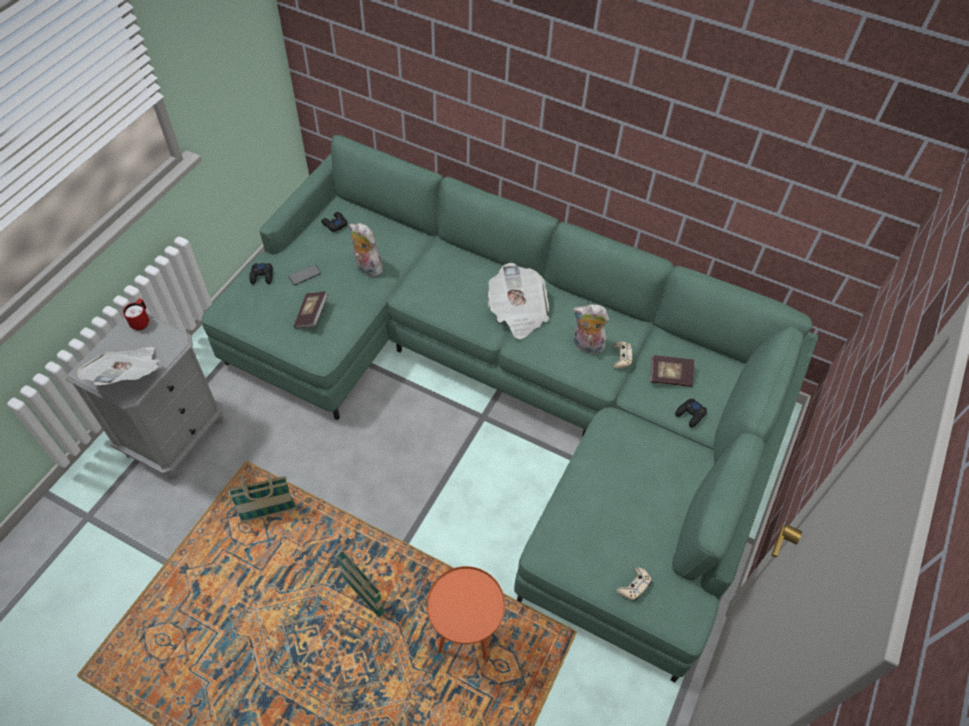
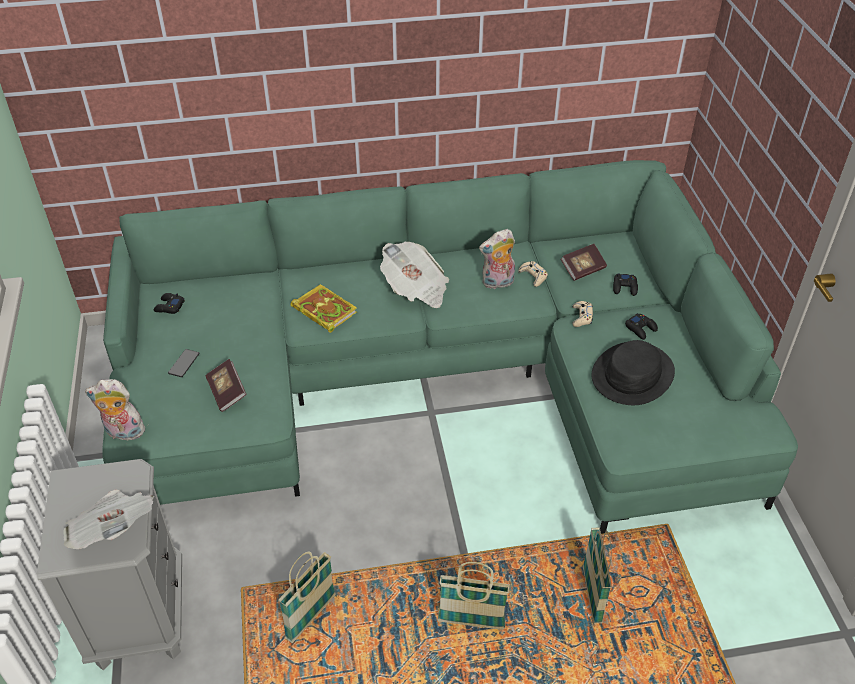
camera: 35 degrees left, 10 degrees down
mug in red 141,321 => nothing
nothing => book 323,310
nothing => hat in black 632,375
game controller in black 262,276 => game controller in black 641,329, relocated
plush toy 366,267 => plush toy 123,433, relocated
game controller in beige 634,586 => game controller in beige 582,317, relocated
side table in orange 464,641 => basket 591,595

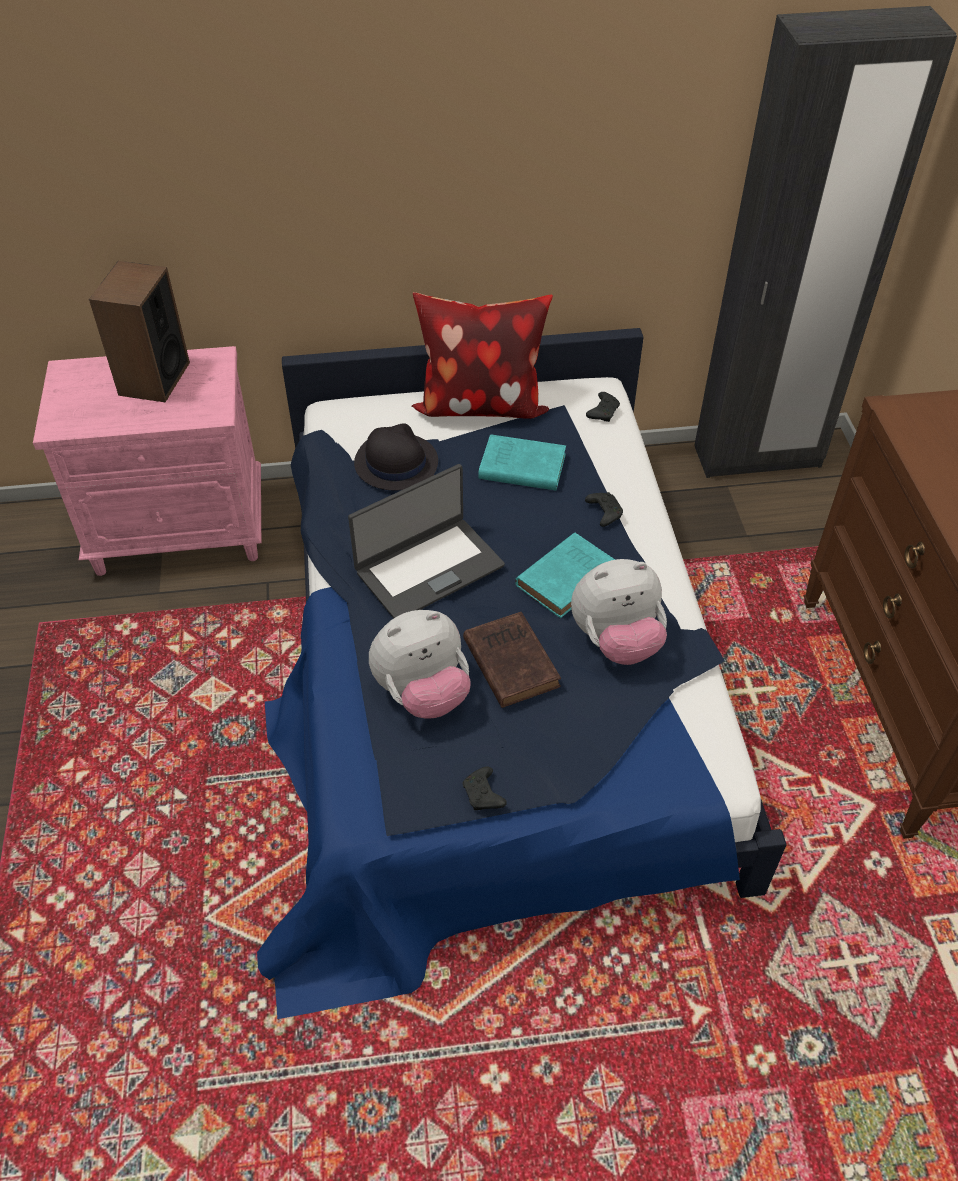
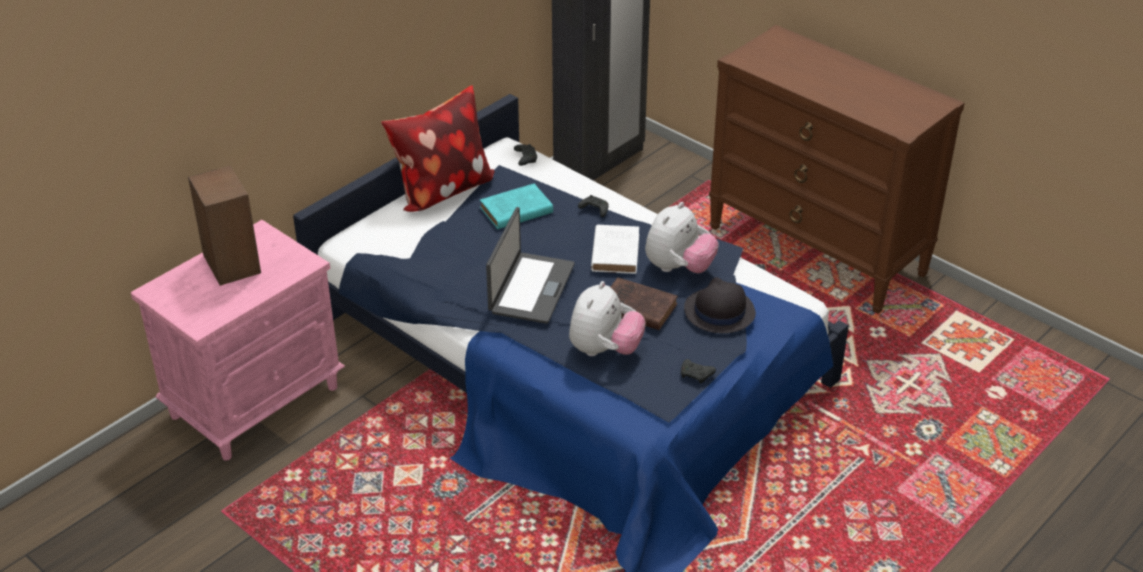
camera: 40 degrees left, 10 degrees down
hat in black 395,462 => hat in black 719,311, relocated
book in turquoise 568,577 => book in white 615,251

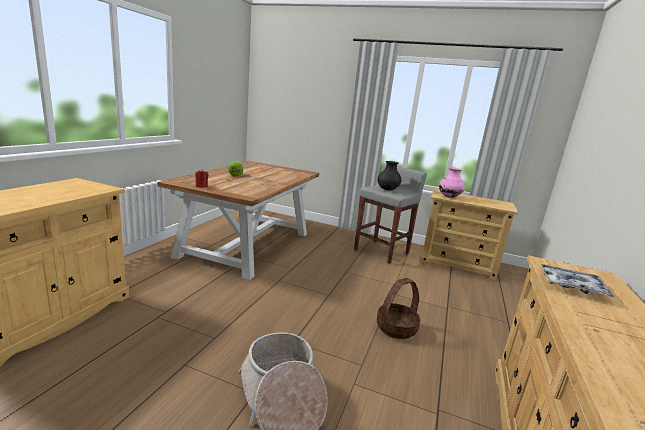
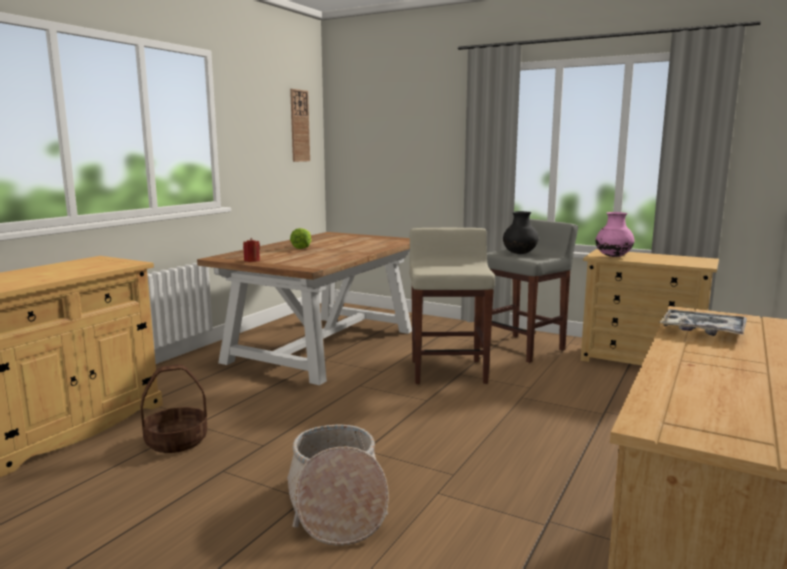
camera: 10 degrees right, 5 degrees down
nothing => wall clock 299,126
nothing => stool in beige 448,371
basket 396,328 => basket 177,441, relocated

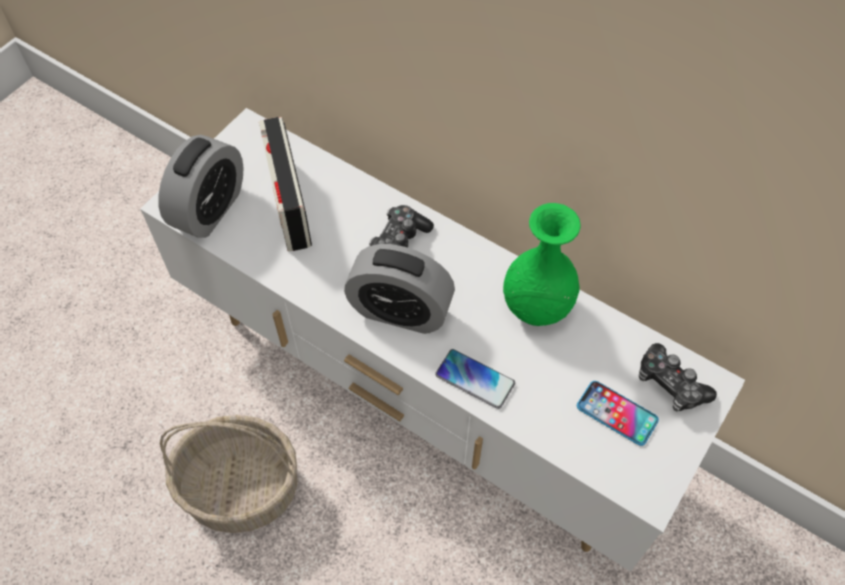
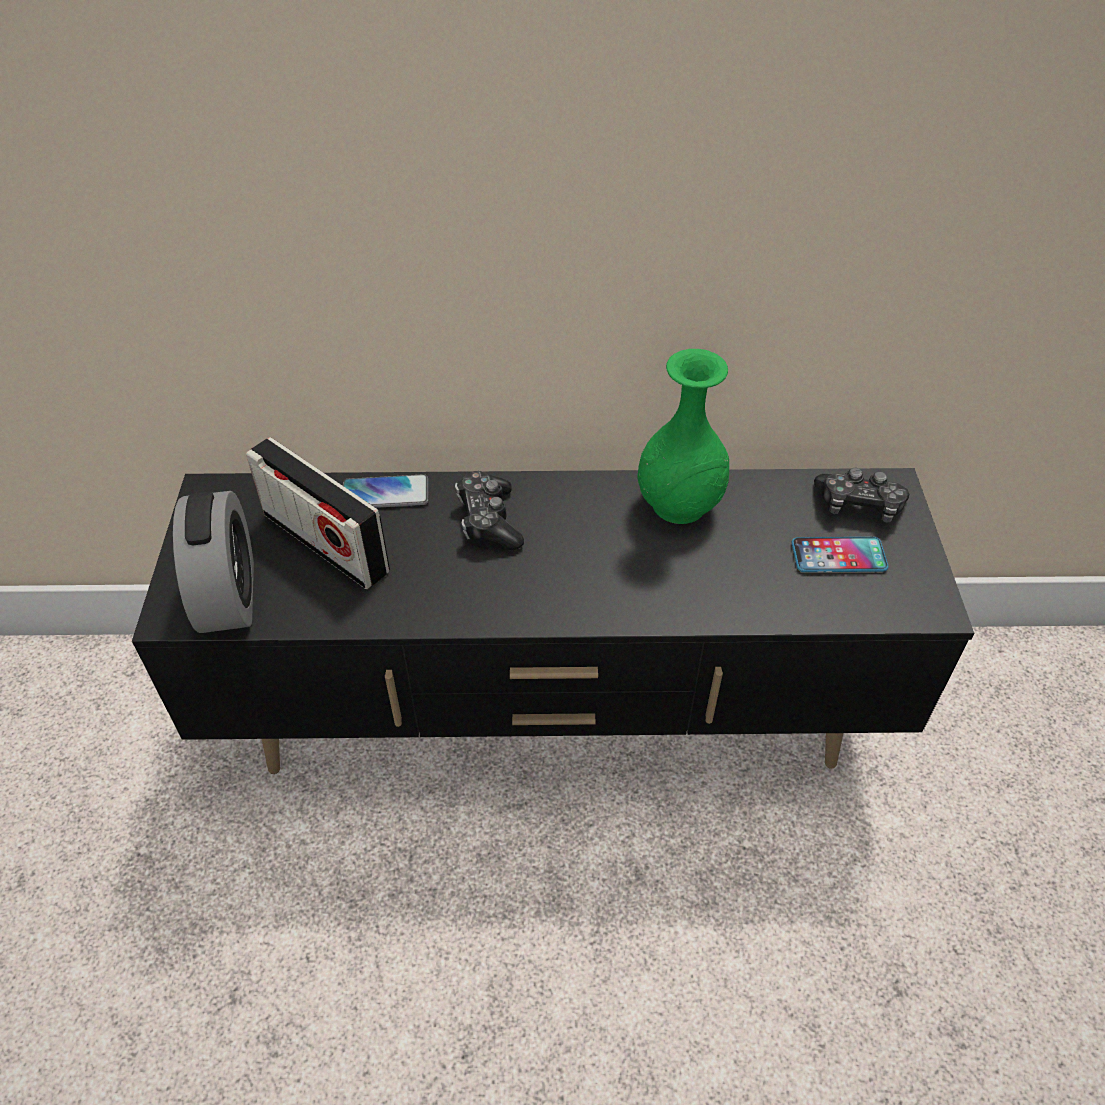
camera: 35 degrees left, 10 degrees down
basket 240,489 => nothing
alarm clock 400,311 => nothing
phone 475,379 => phone 385,493, relocated
tv stand in white 424,395 => tv stand in black 554,718

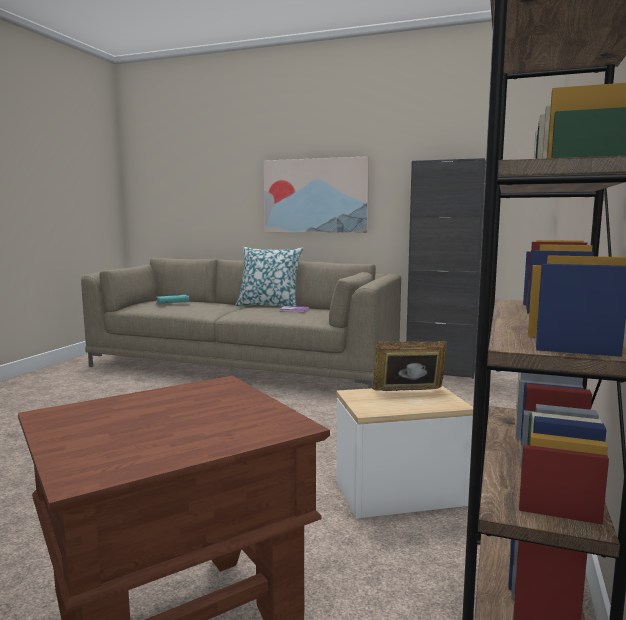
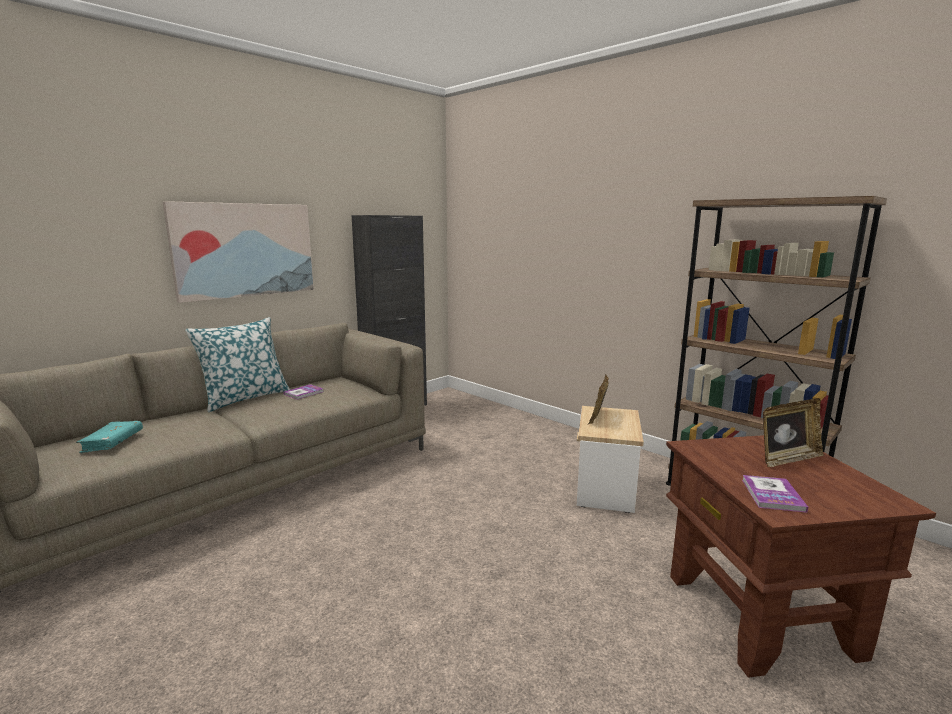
camera: 65 degrees left, 5 degrees up
nothing => book 772,495
nothing => picture frame 787,459

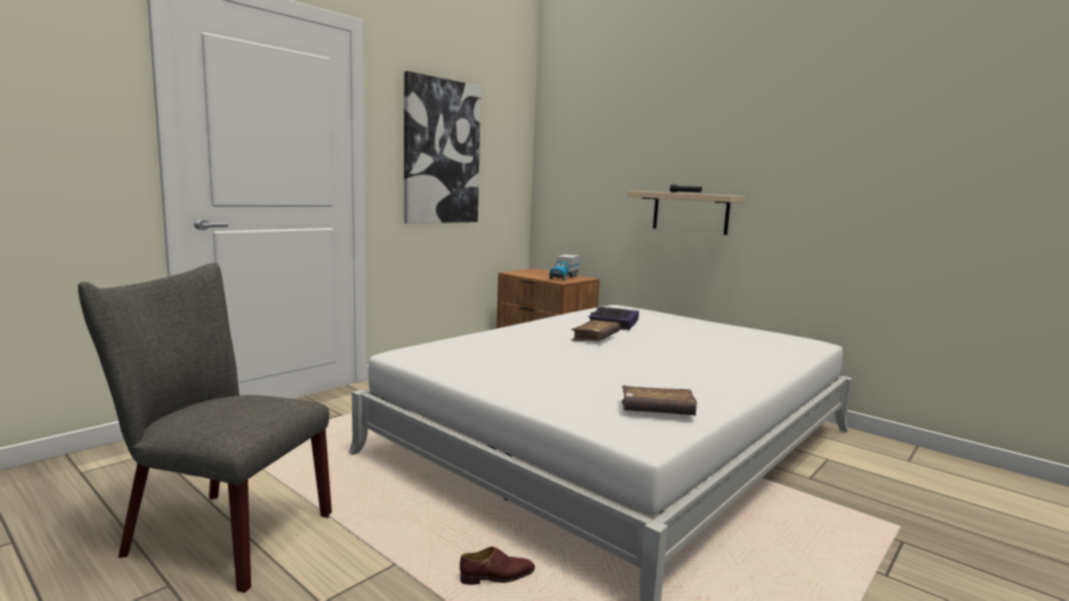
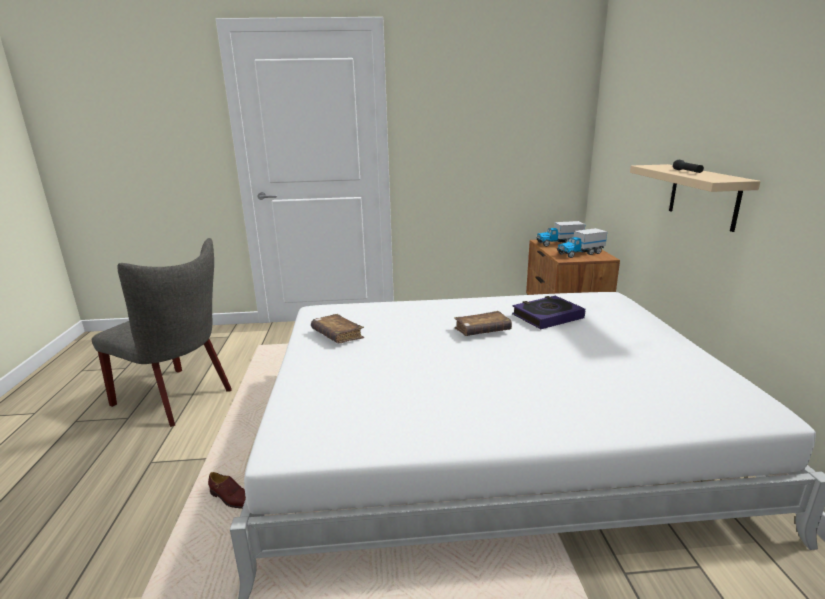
camera: 45 degrees right, 10 degrees up
picture 441,152 => nothing
nothing => toy truck 559,243
book in brown 657,411 => book in brown 337,335, relocated
chair in grey 218,533 => chair in grey 179,398, 150 degrees clockwise

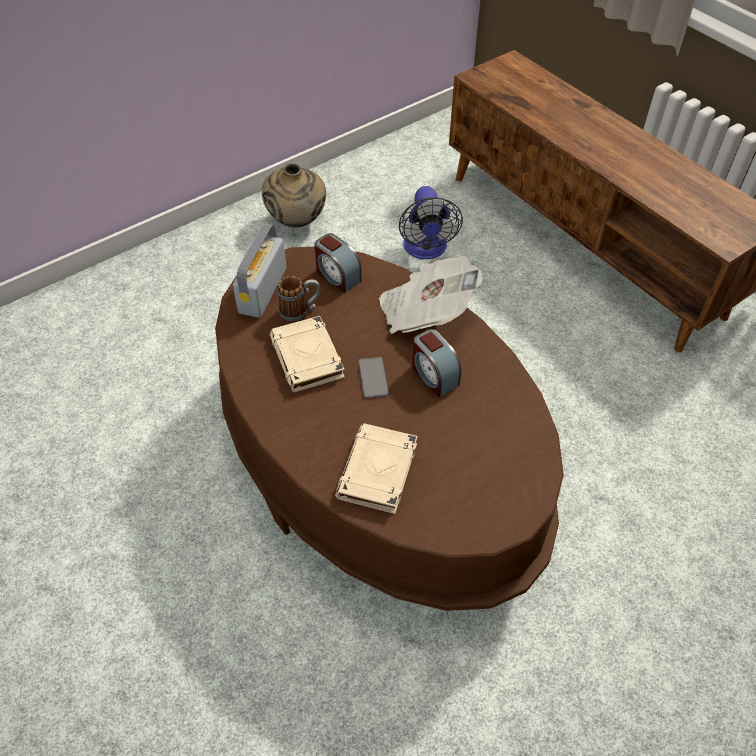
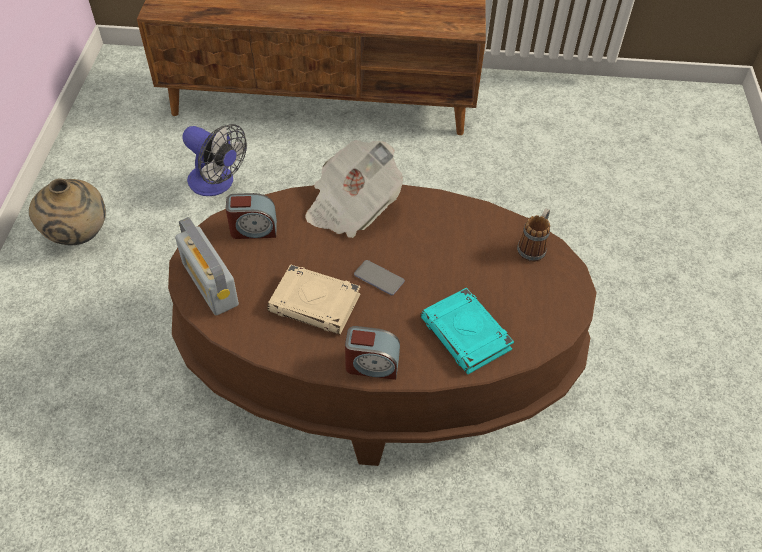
camera: 50 degrees left, 0 degrees up
mug 300,312 => mug 533,247, relocated
alarm clock 434,375 => alarm clock 372,365, relocated
book in beige 377,472 => book in turquoise 466,335

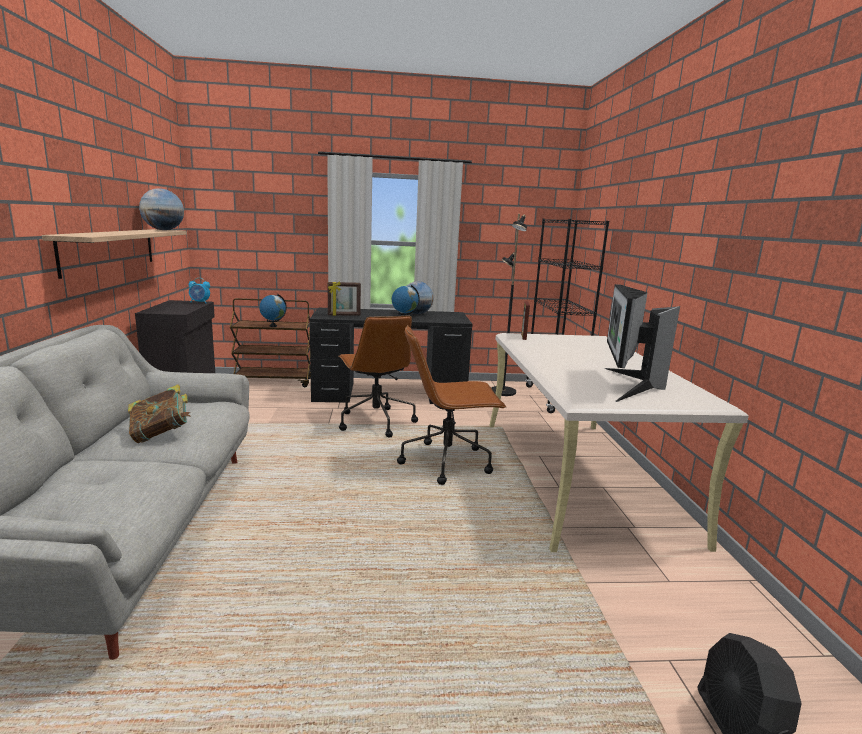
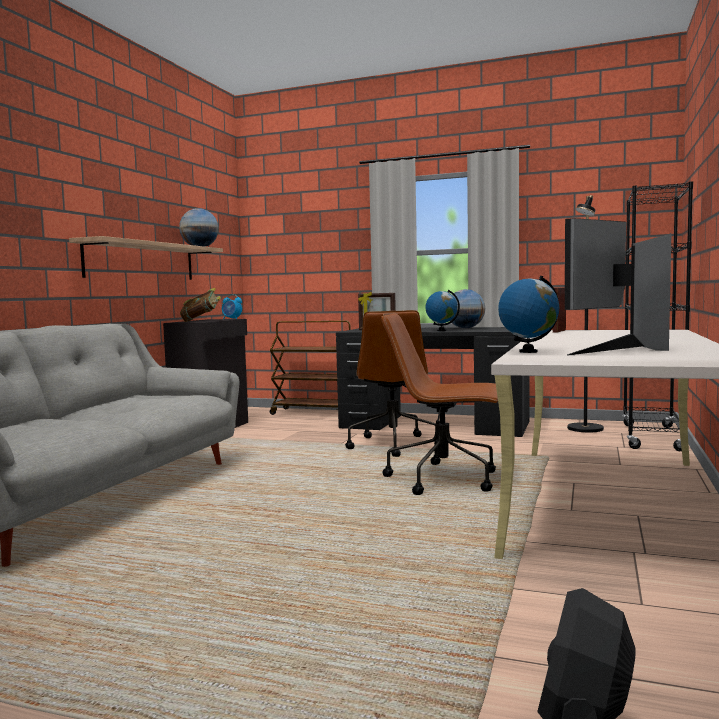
camera: 25 degrees right, 10 degrees down
book 161,435 => book 201,321, relocated
globe 273,326 => globe 528,351, relocated

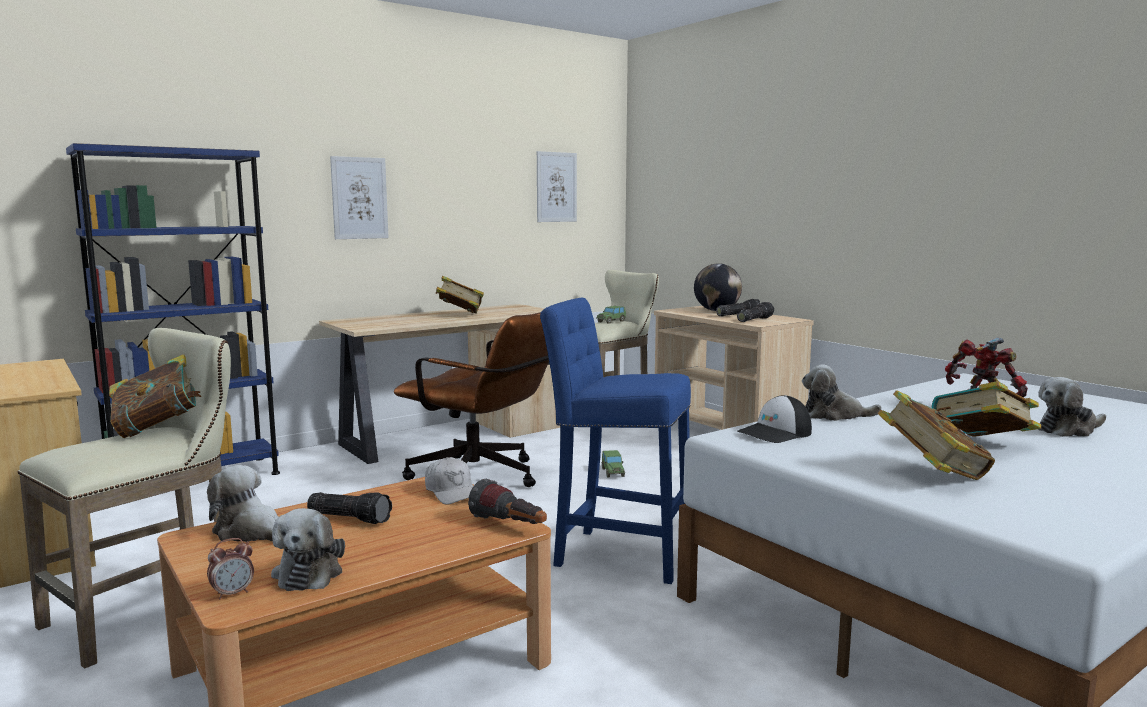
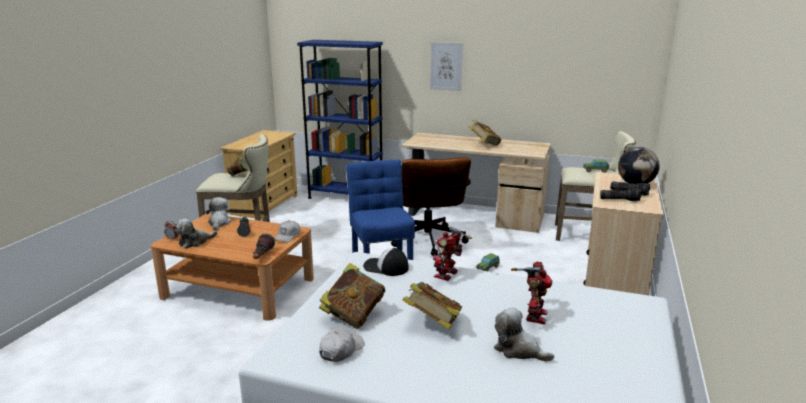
camera: 55 degrees right, 10 degrees up
picture 556,187 => nothing
nothing => cap in white 341,350
plush toy 834,415 => toy robot 447,275

